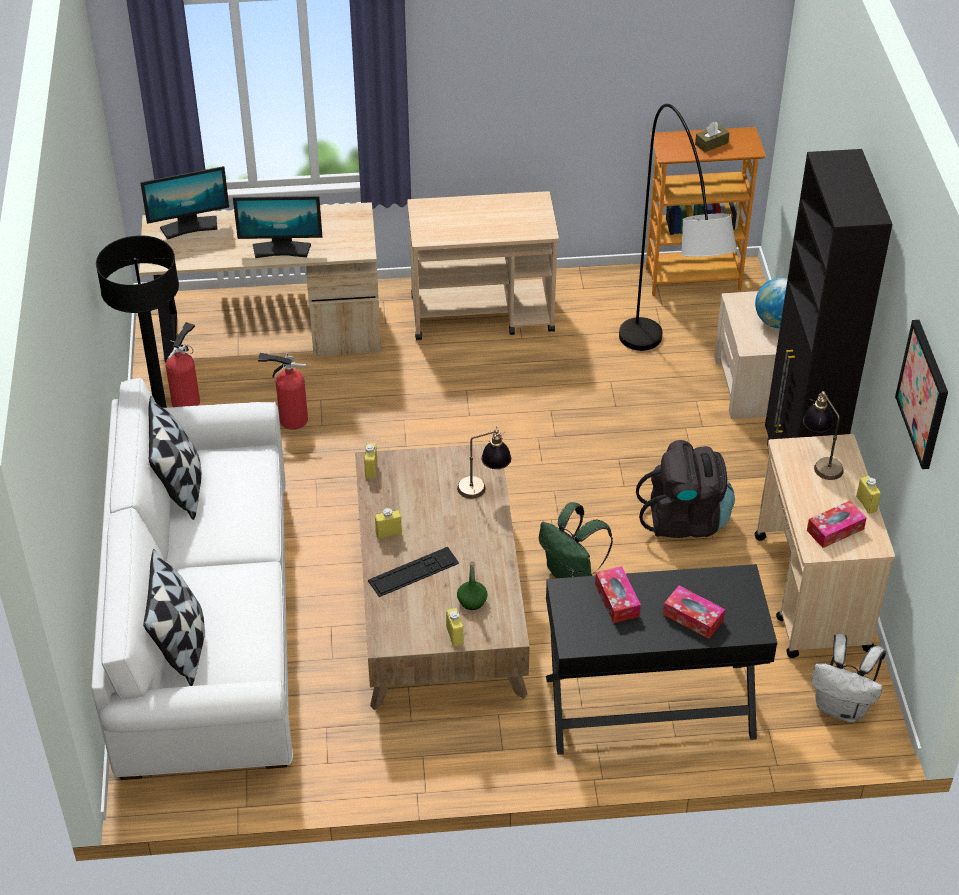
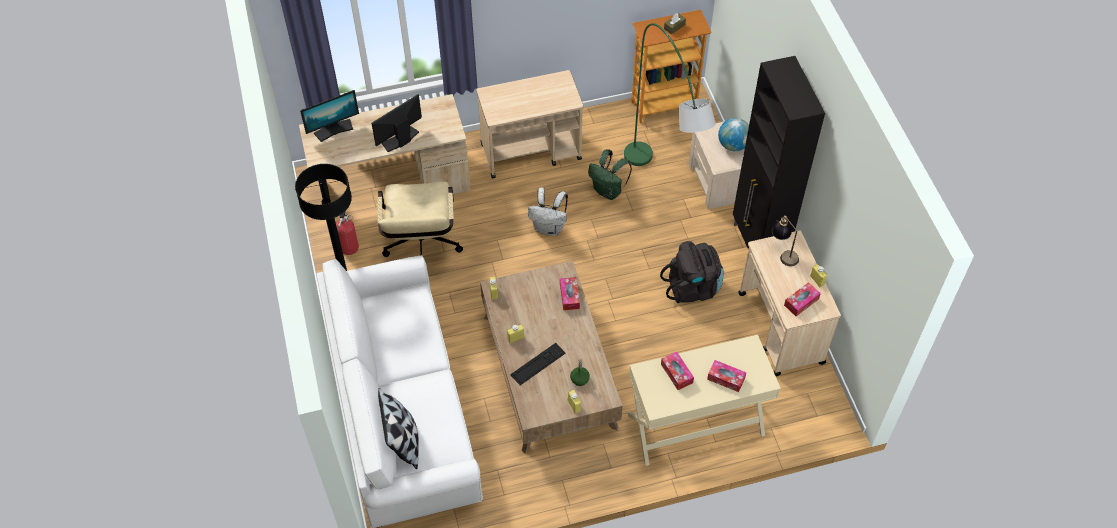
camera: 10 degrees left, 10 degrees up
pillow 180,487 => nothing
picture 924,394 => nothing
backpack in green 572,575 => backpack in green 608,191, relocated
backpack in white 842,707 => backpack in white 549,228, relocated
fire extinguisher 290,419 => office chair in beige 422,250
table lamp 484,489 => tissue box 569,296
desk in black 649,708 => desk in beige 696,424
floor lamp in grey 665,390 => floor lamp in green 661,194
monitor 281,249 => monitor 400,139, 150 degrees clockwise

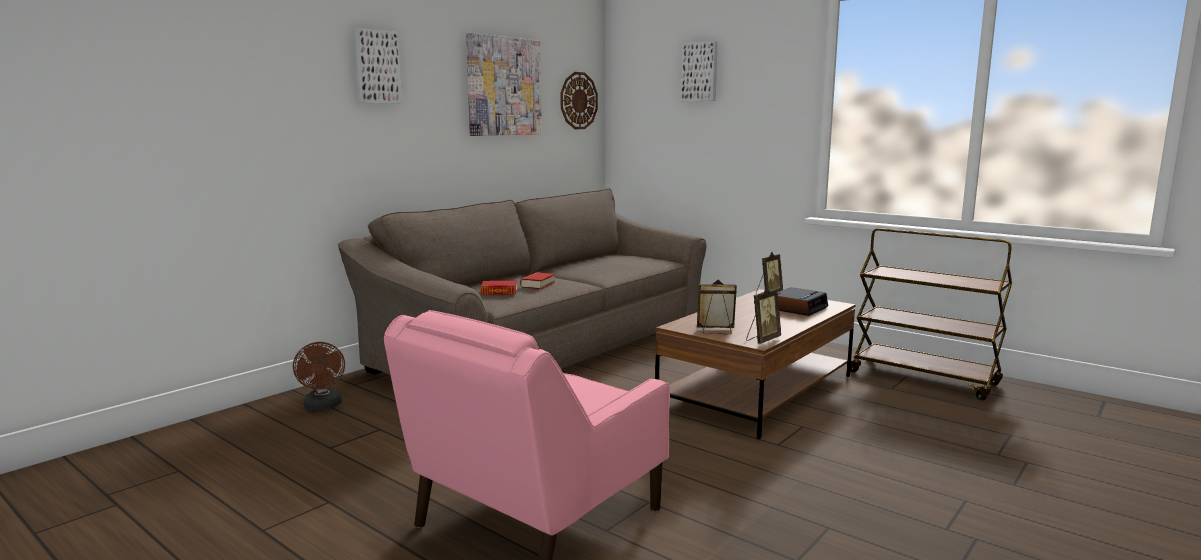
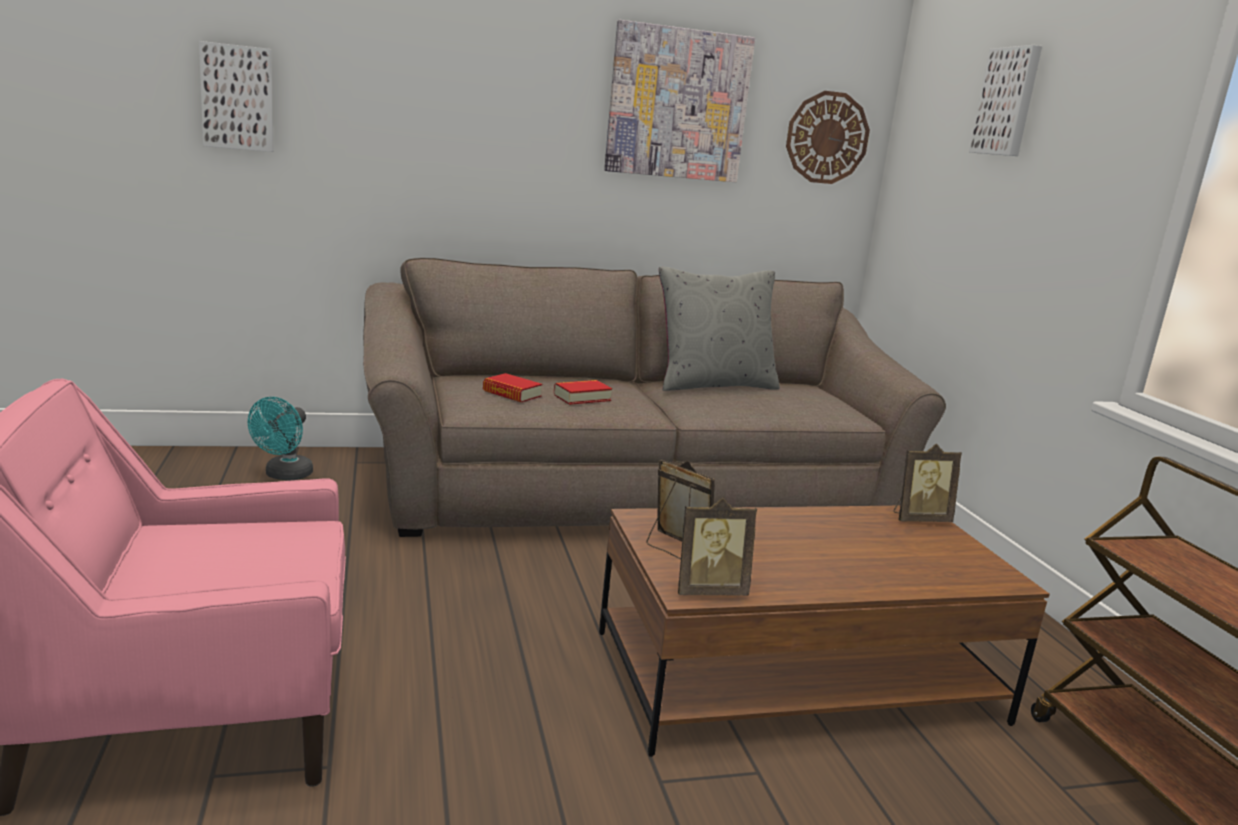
camera: 35 degrees right, 5 degrees up
alarm clock 797,308 => nothing
nothing => pillow in grey 713,384
picture 376,67 => picture 238,97, relocated
fan in brown 323,406 => fan in turquoise 284,476

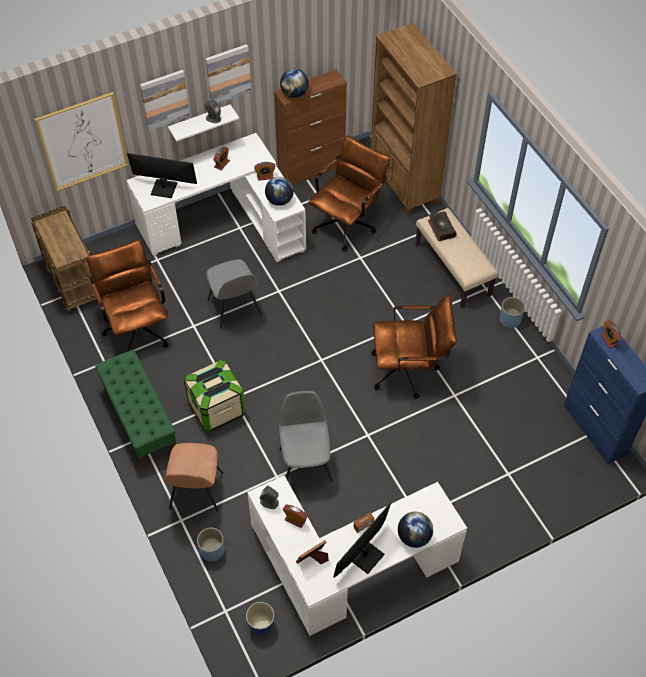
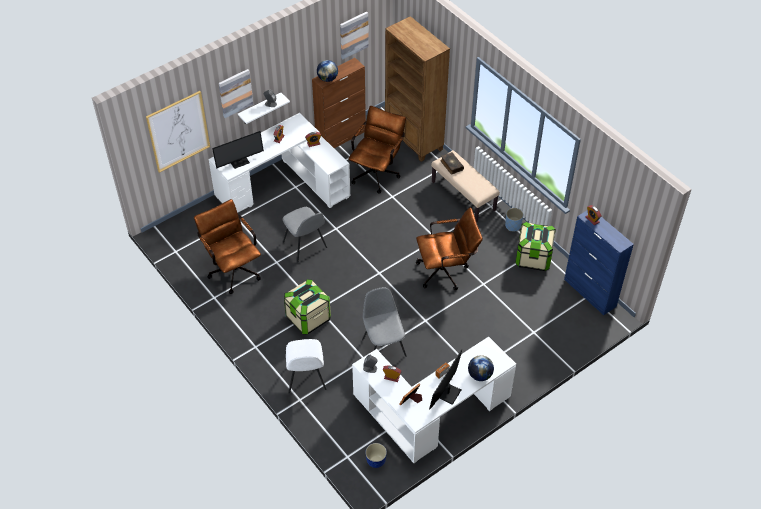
camera: 10 degrees left, 5 degrees down
cart in brown 73,284 => nothing
bench in green 140,420 => nothing
planter in blue 212,550 => nothing
globe 279,200 => nothing
nothing => storage box 533,258
picture 228,74 => picture 353,35, relocated
chair in brown 196,492 => chair in white 306,379
monitor 164,188 => monitor 239,161, 150 degrees clockwise

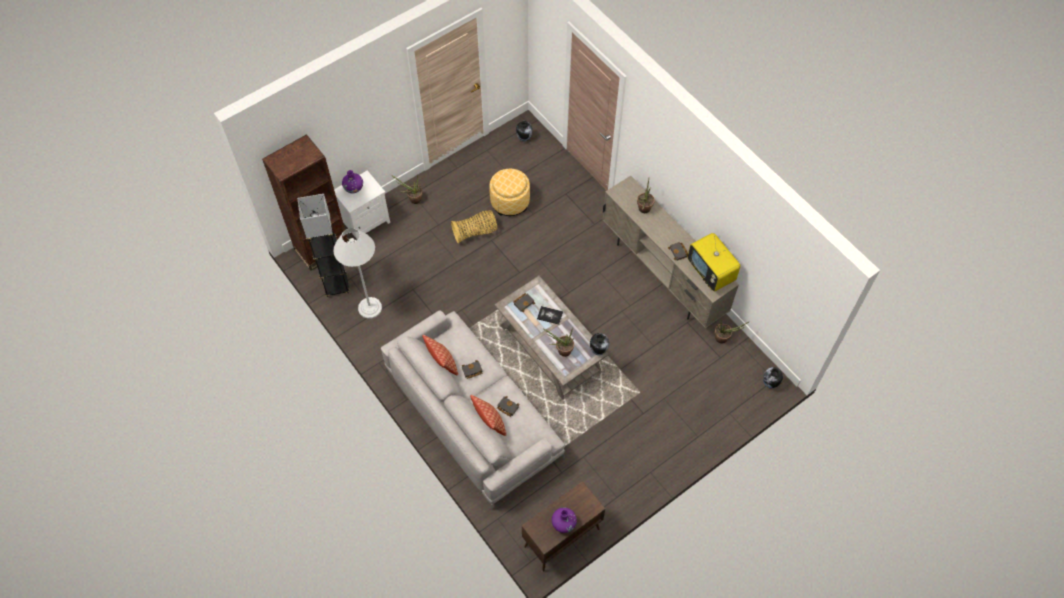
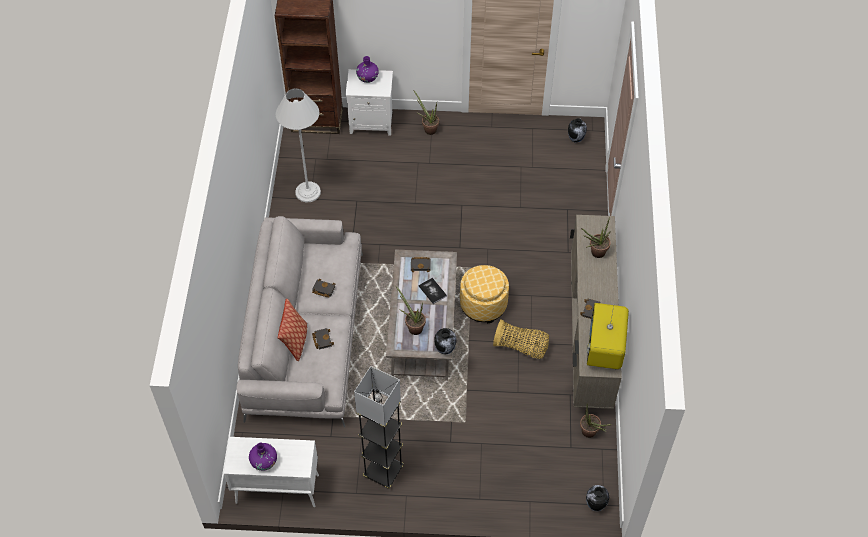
camera: 40 degrees right, 5 degrees down
pillow 442,363 => nothing
floor lamp in grey 336,286 => floor lamp in grey 383,472, relocated
basket 475,232 => basket 521,347, relocated
ottoman 510,202 => ottoman 483,304, relocated
cabinet in brown 561,538 => cabinet in white 276,489

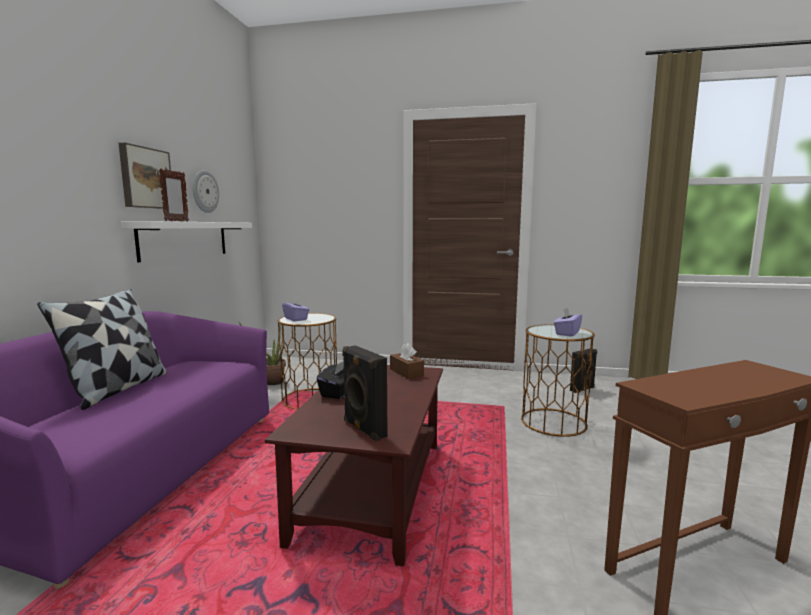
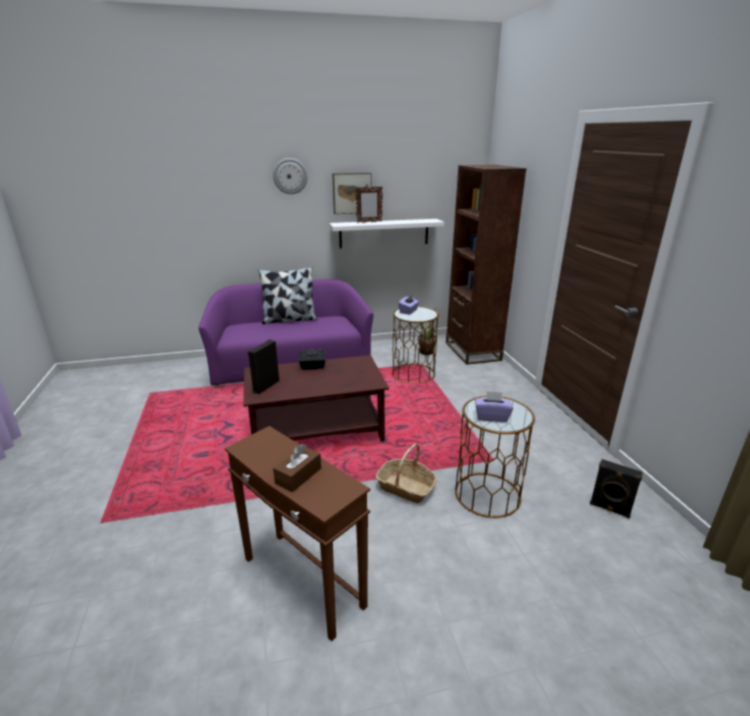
camera: 65 degrees right, 15 degrees up
nothing => basket 405,487
nothing => bookcase in brown 472,351
wall clock 205,191 => wall clock 290,176, relocated
tissue box in brown 406,372 => tissue box in brown 298,476, relocated

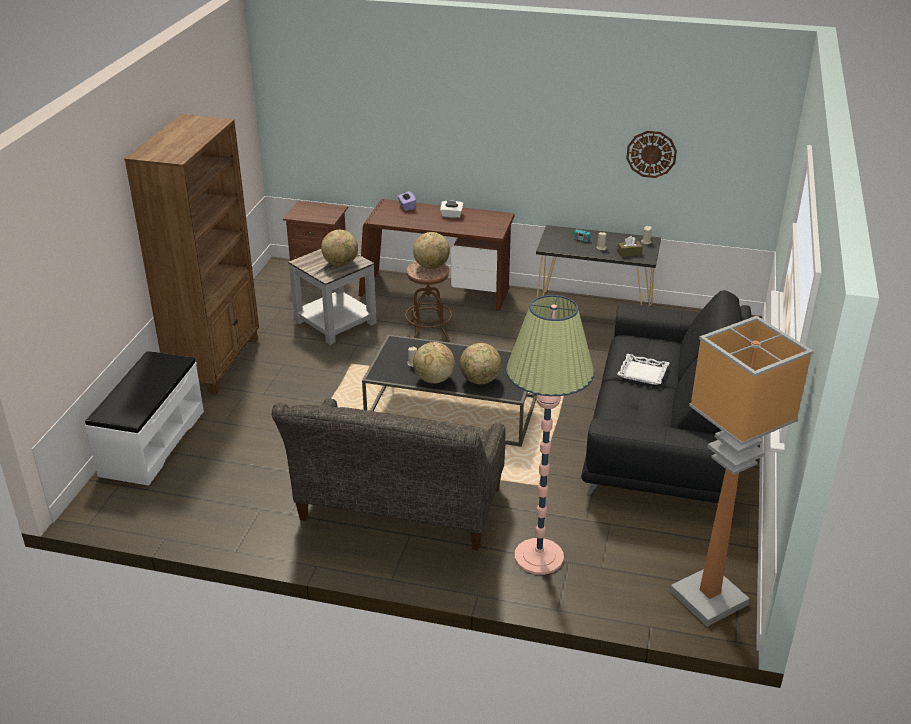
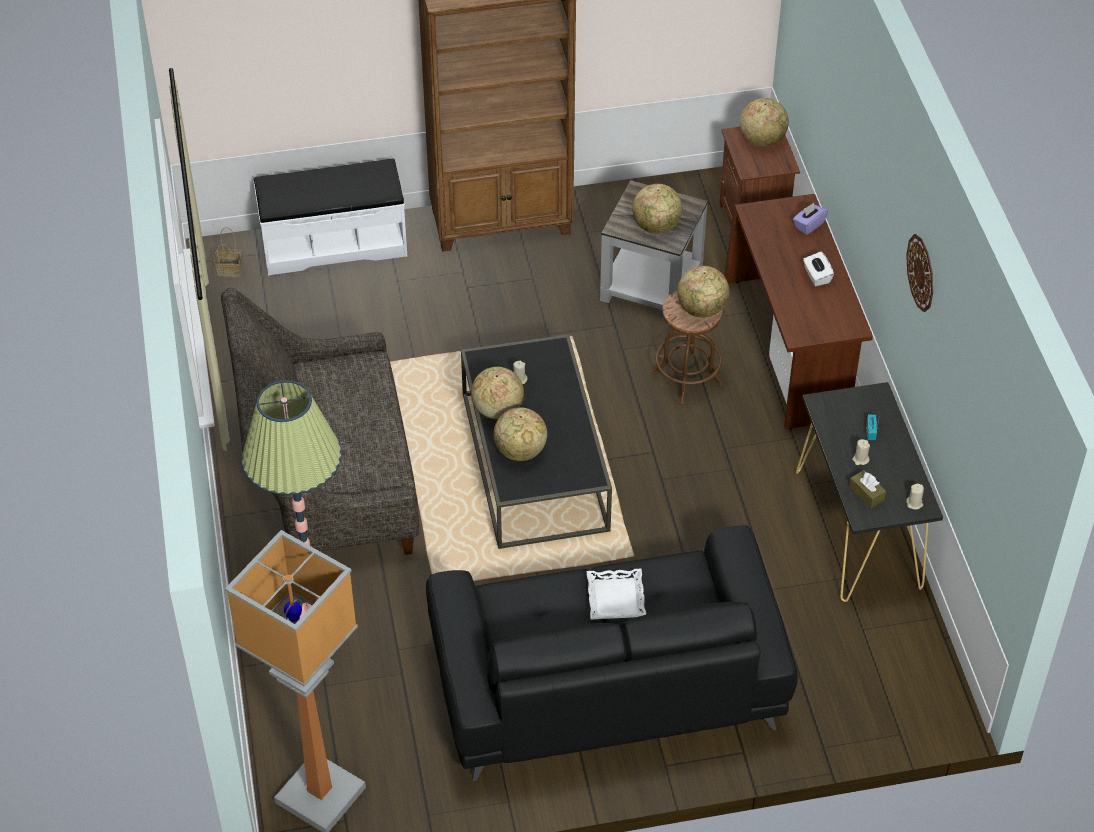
camera: 65 degrees right, 15 degrees up
nothing => basket 230,269
nothing => globe 762,140
wall clock 651,154 => wall clock 921,272, relocated

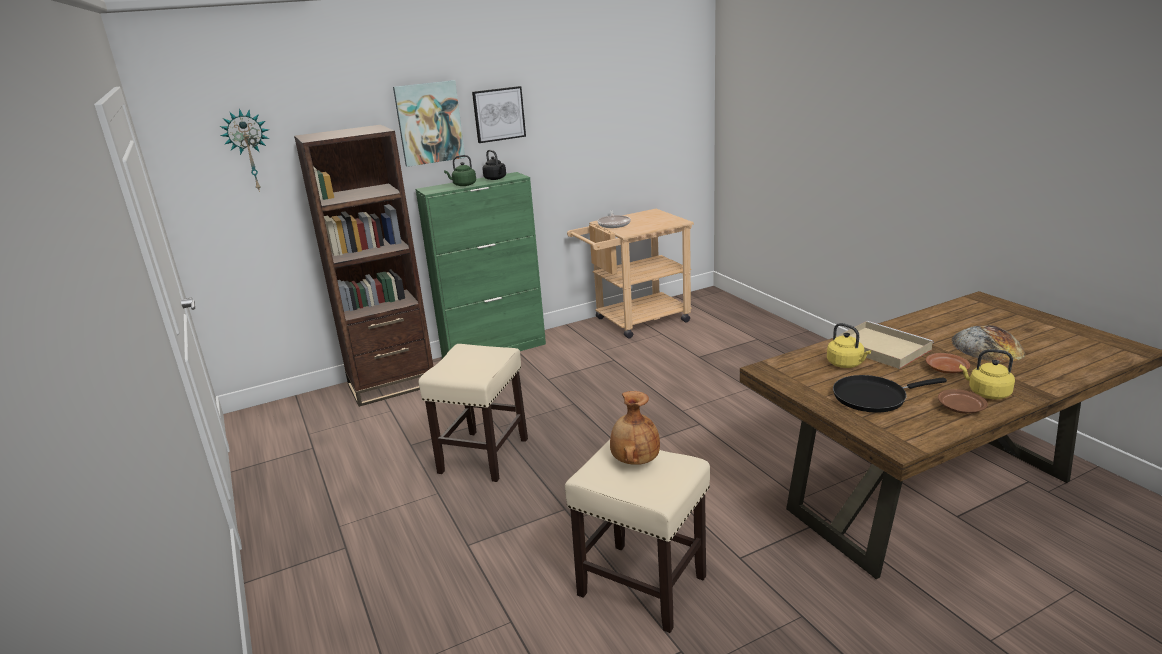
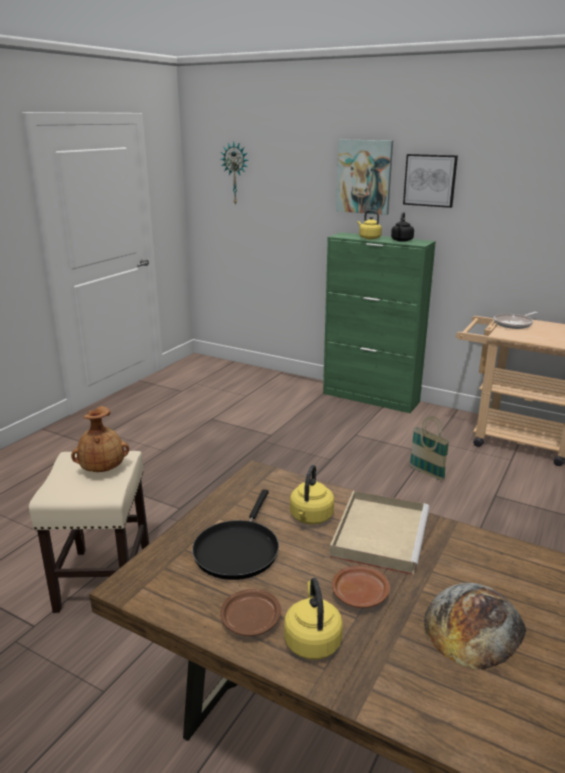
camera: 55 degrees right, 0 degrees up
bookcase in brown 392,385 => nothing
stool in beige 483,456 => nothing
nothing => basket 426,473
kettle in green 463,185 => kettle in yellow 368,238
frying pan in black 873,397 => frying pan in black 238,549, 120 degrees counterclockwise

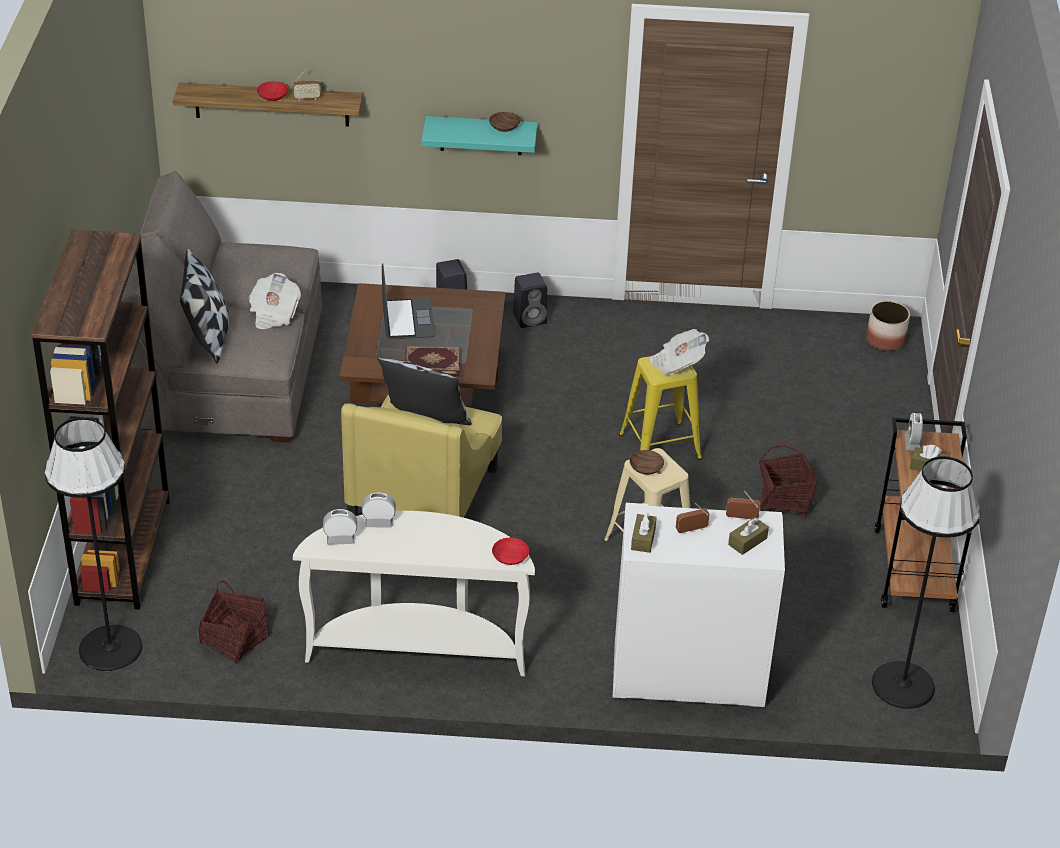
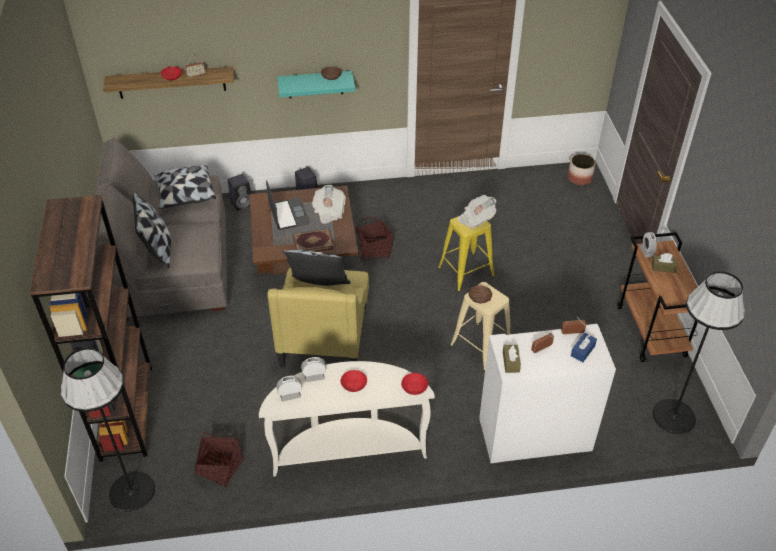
camera: 10 degrees left, 5 degrees up
nothing => pillow 185,194
nothing => bowl in red 353,385
newspaper 273,314 => newspaper 329,212, relocated
speaker in black 530,318 => speaker in black 242,203, relocated
basket 784,500 => basket 375,250, relocated
tissue box in brown 747,541 => tissue box in blue 582,351

